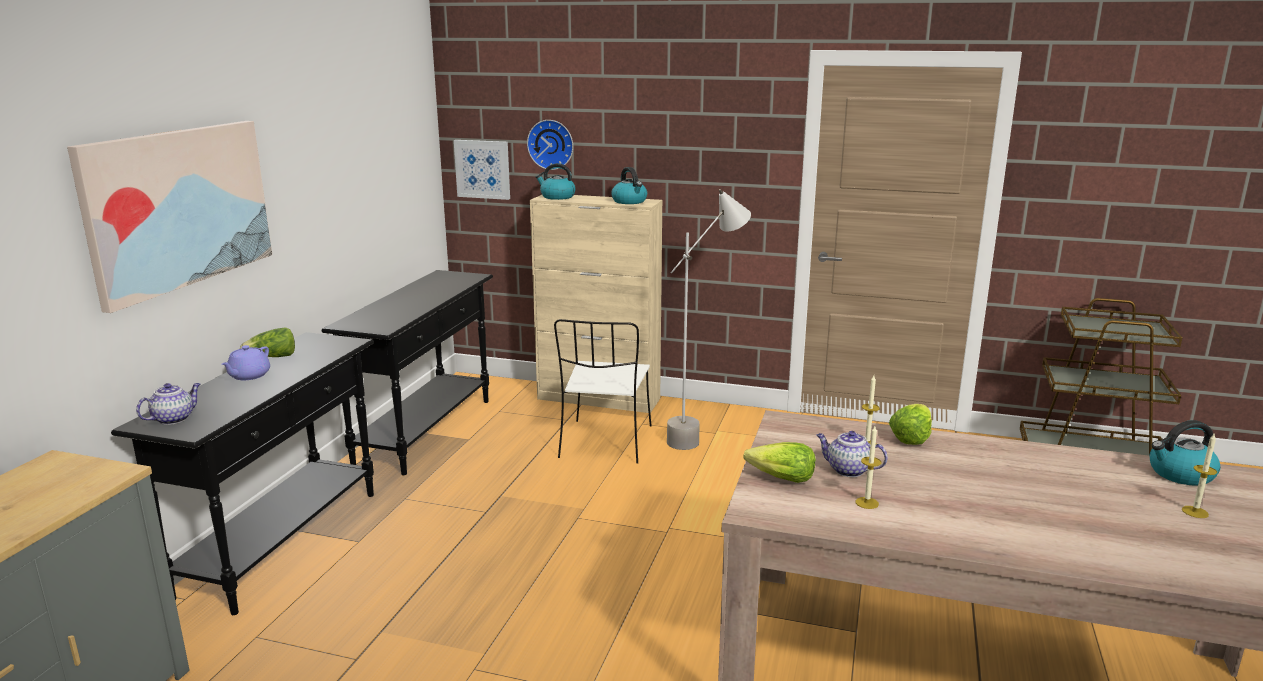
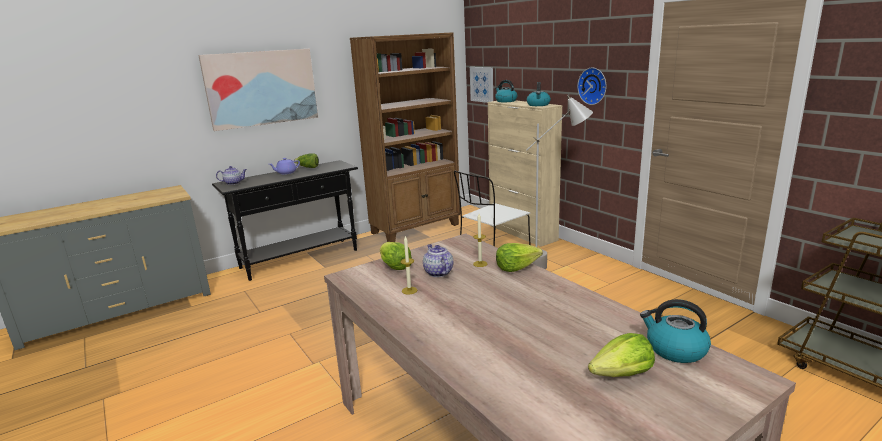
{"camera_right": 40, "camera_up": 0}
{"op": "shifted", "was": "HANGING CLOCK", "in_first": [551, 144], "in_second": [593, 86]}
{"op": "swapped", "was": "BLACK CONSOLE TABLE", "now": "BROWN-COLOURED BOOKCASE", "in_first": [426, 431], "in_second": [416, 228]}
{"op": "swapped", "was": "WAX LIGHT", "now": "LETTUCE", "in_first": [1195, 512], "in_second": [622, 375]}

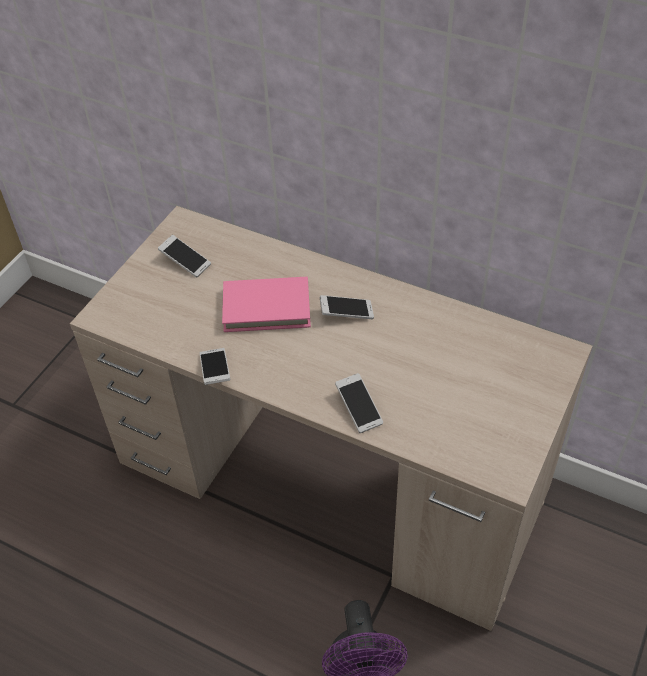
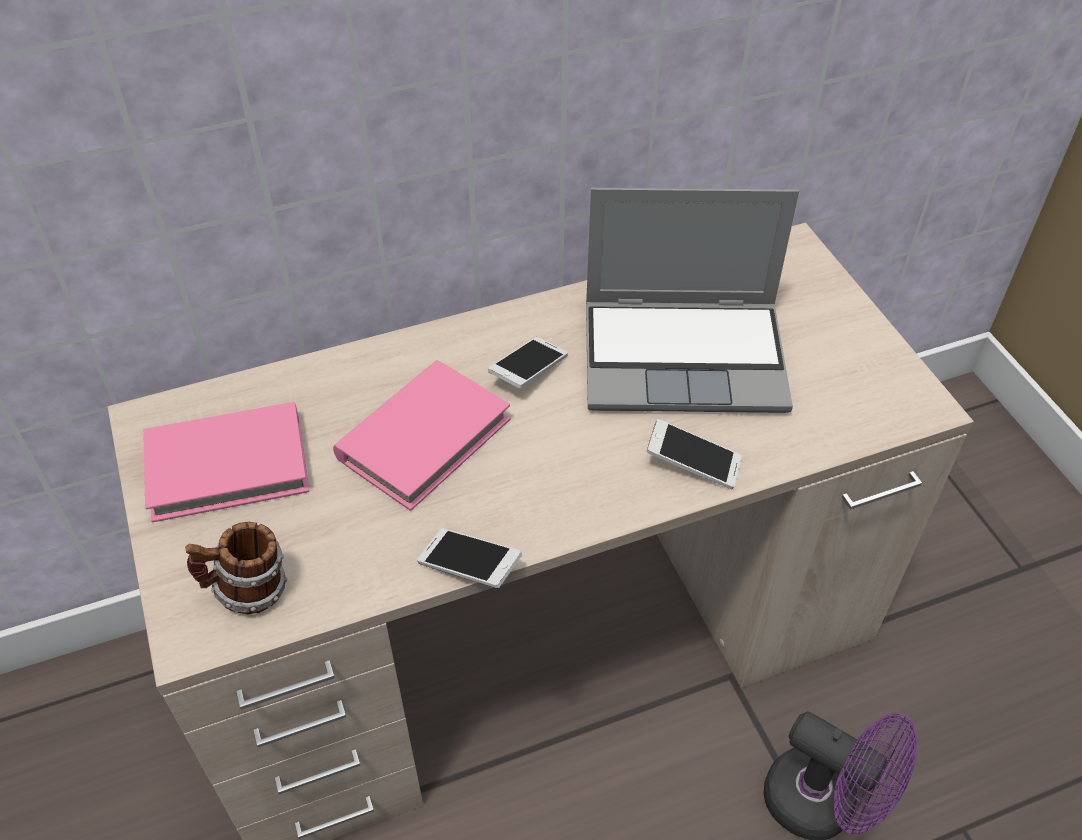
{"camera_right": -50, "camera_up": 0}
{"op": "swapped", "was": "PHONE", "now": "PINK-COLOURED VOLUME", "in_first": [185, 261], "in_second": [228, 466]}
{"op": "new", "now": "NOTEBOOK COMPUTER", "in_second": [686, 356]}
{"op": "new", "now": "TEA MUG", "in_second": [248, 591]}

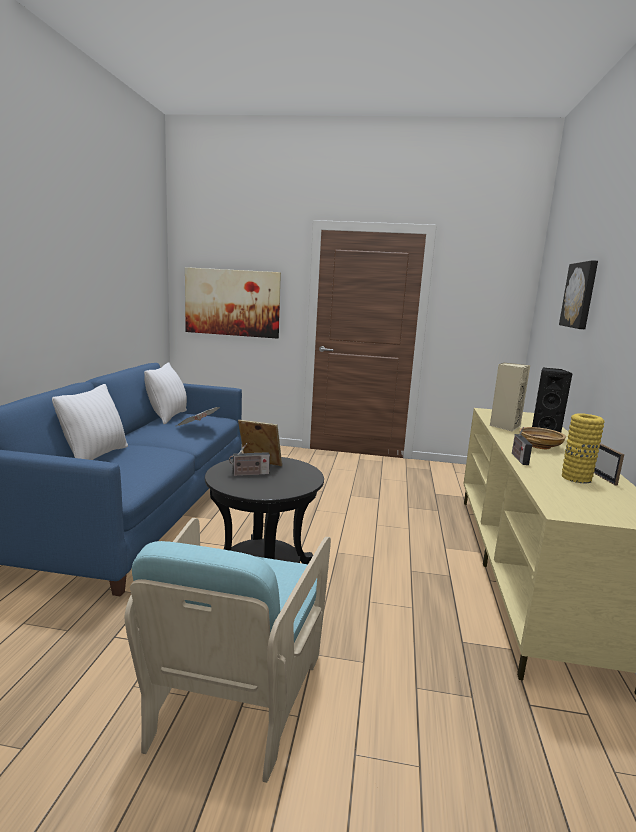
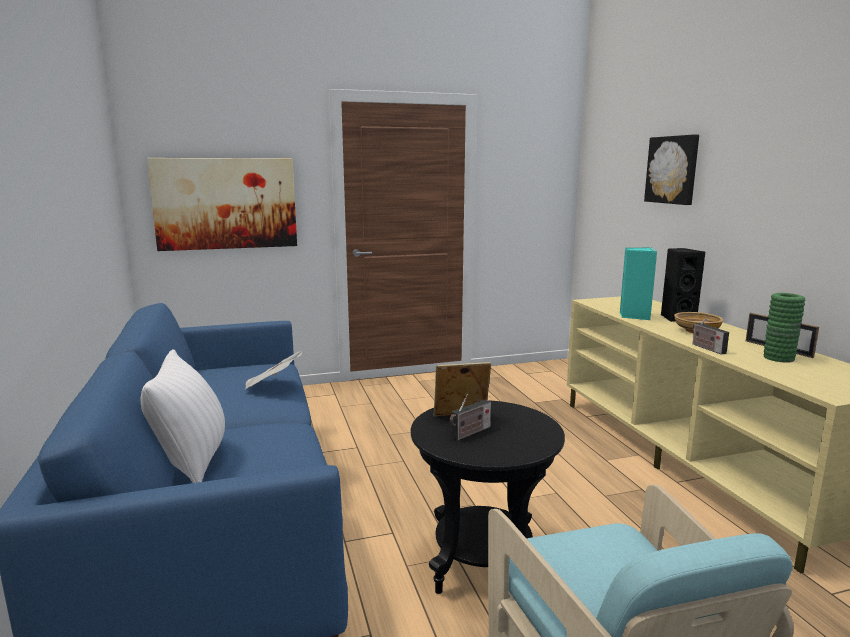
{"camera_right": -25, "camera_up": 0}
{"op": "gone", "was": "WHITE-COLOURED THROW PILLOW", "in_first": [168, 417]}
{"op": "repainted", "was": "BEIGE LOUDSPEAKER", "now": "TURQUOISE-COLOURED LOUDSPEAKER", "in_first": [504, 426], "in_second": [634, 316]}
{"op": "repainted", "was": "YELLOW-COLOURED FLOWER VASE", "now": "GREEN-COLOURED FLOWER VASE", "in_first": [576, 478], "in_second": [778, 358]}

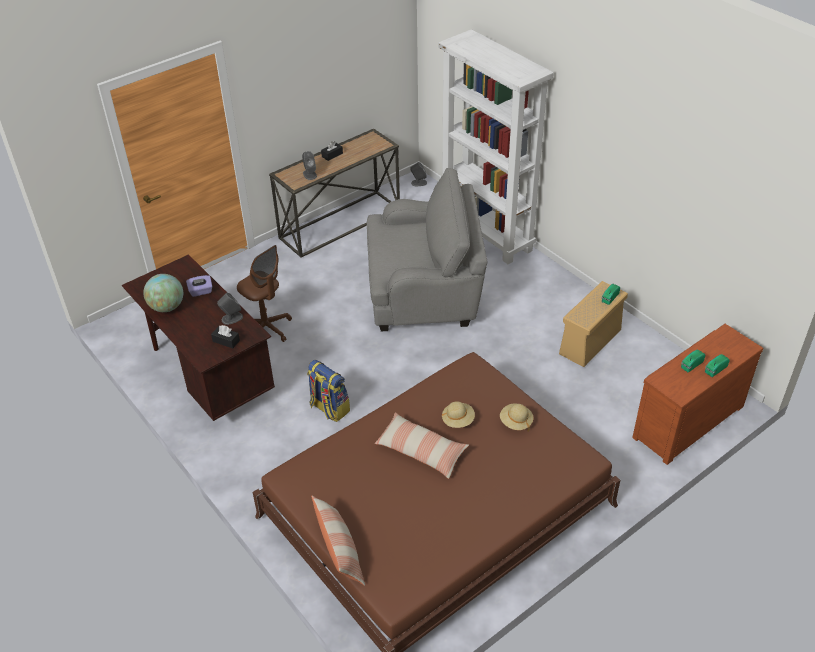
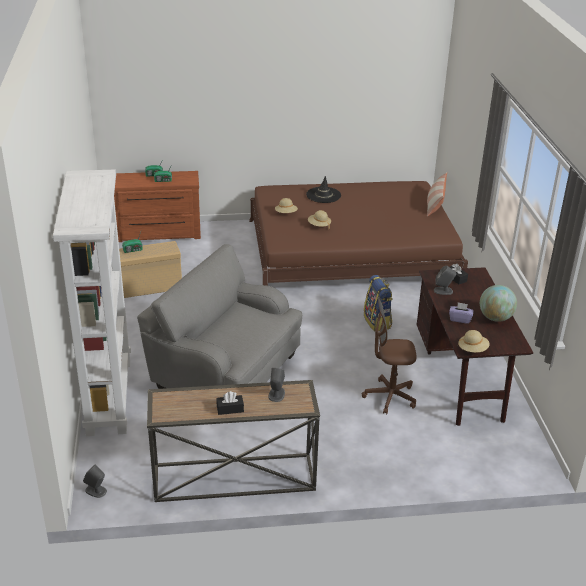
{"camera_right": -150, "camera_up": -10}
{"op": "rotated", "was": "BROWN-COLOURED COMPUTER CHAIR", "in_first": [266, 329], "in_second": [389, 397], "clockwise": -75}
{"op": "gone", "was": "THROW PILLOW", "in_first": [421, 451]}
{"op": "new", "now": "BLACK WEARABLE HAT", "in_second": [323, 195]}
{"op": "new", "now": "BEIGE WEARABLE HAT", "in_second": [472, 349]}

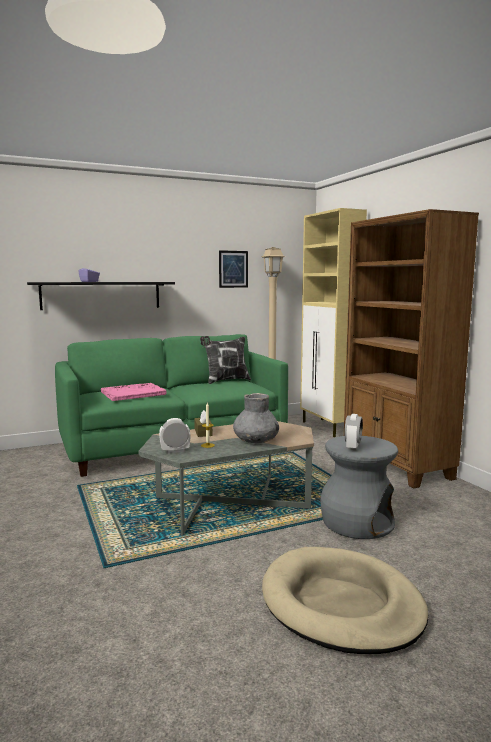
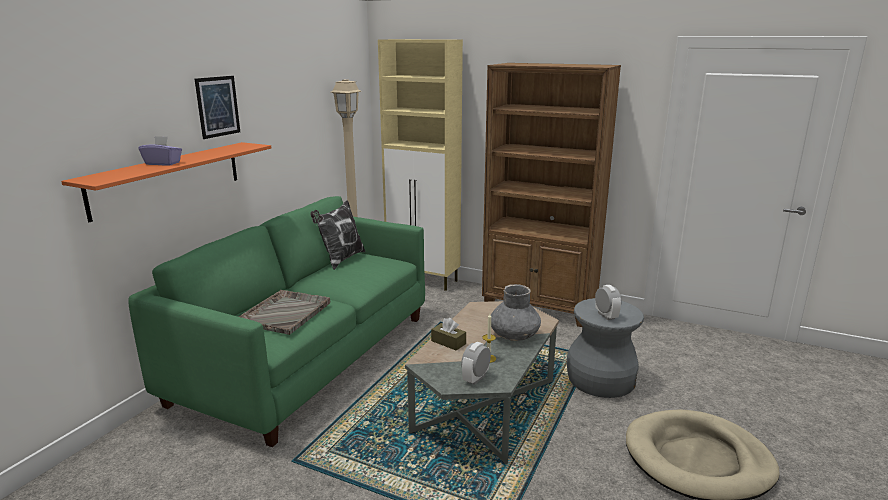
{"camera_right": -40, "camera_up": 10}
{"op": "shifted", "was": "WALL PICTURE", "in_first": [233, 269], "in_second": [218, 106]}
{"op": "repainted", "was": "BLACK WALL SHELF", "now": "ORANGEY WALL SHELF", "in_first": [101, 295], "in_second": [168, 178]}
{"op": "repainted", "was": "PINK-COLOURED CARRYING TRAY", "now": "GREY CARRYING TRAY", "in_first": [134, 393], "in_second": [286, 312]}

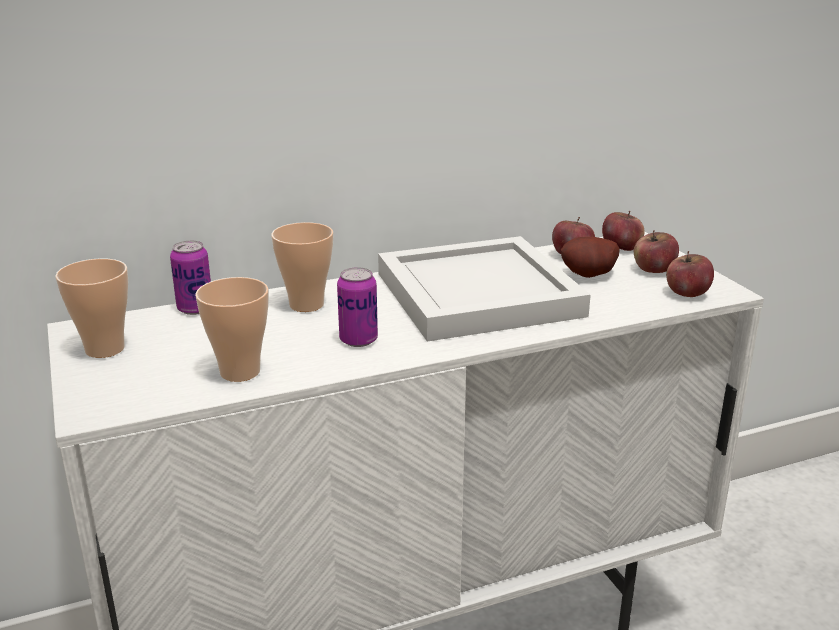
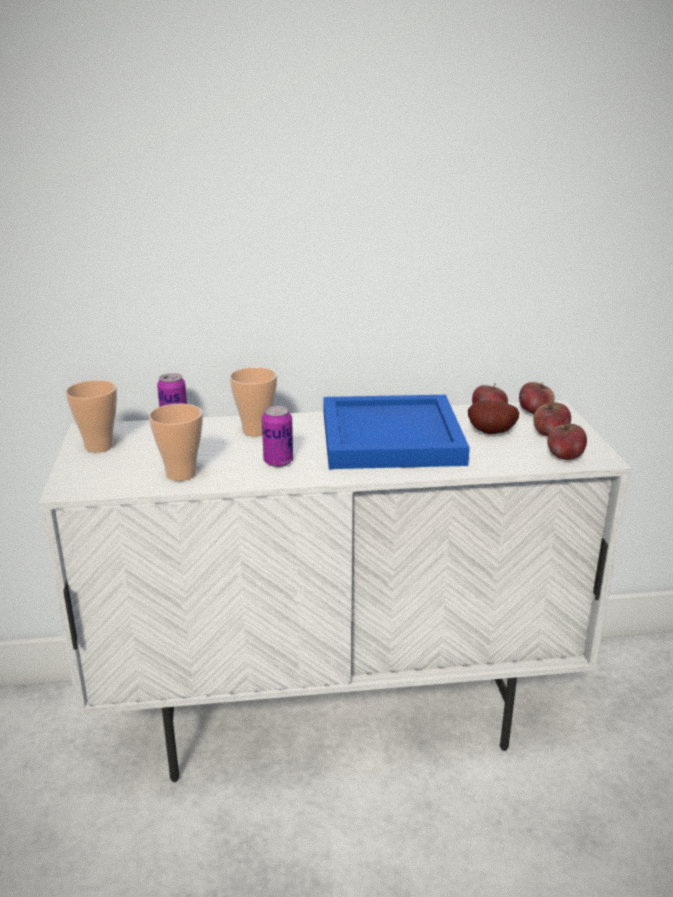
{"camera_right": 15, "camera_up": 0}
{"op": "repainted", "was": "WHITE-COLOURED CARRYING TRAY", "now": "BLUE CARRYING TRAY", "in_first": [476, 296], "in_second": [389, 438]}

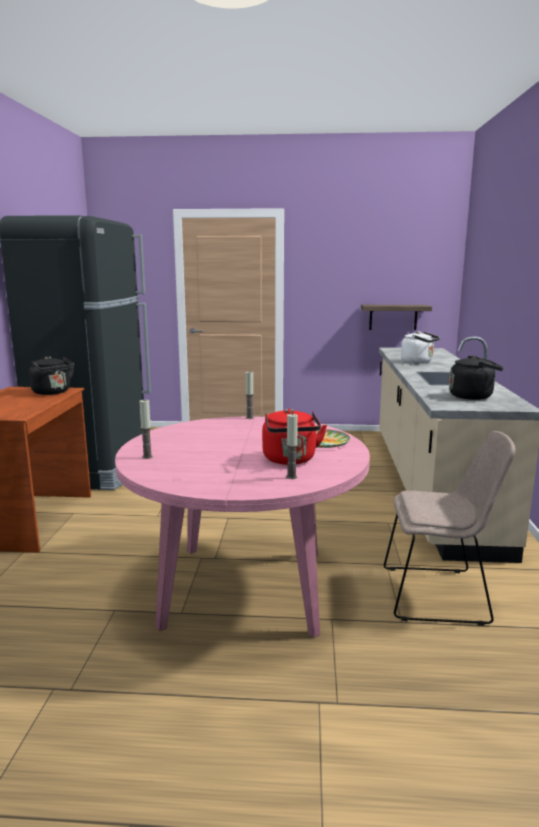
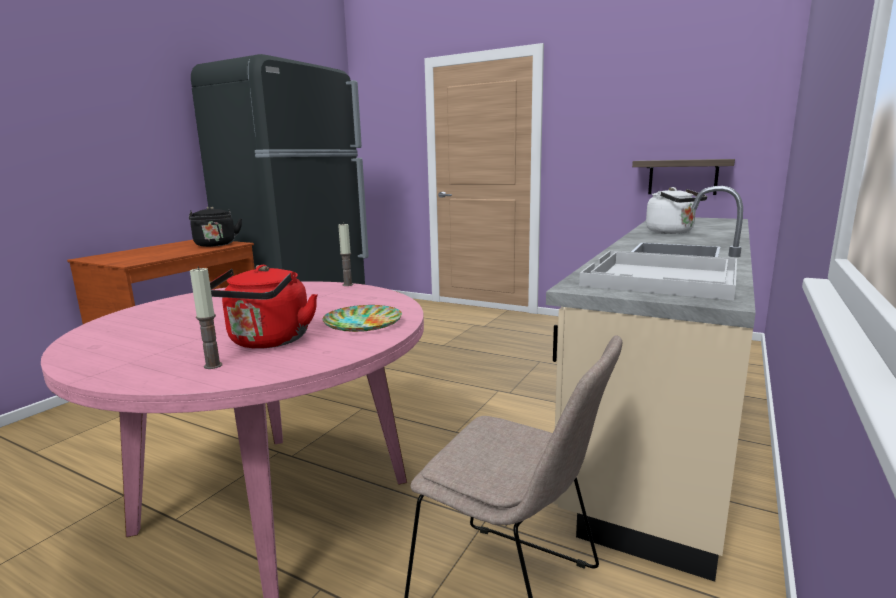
{"camera_right": 25, "camera_up": 0}
{"op": "swapped", "was": "BLACK KETTLE", "now": "WHITE-COLOURED CARRYING TRAY", "in_first": [473, 396], "in_second": [662, 278]}
{"op": "gone", "was": "WAX LIGHT", "in_first": [147, 457]}

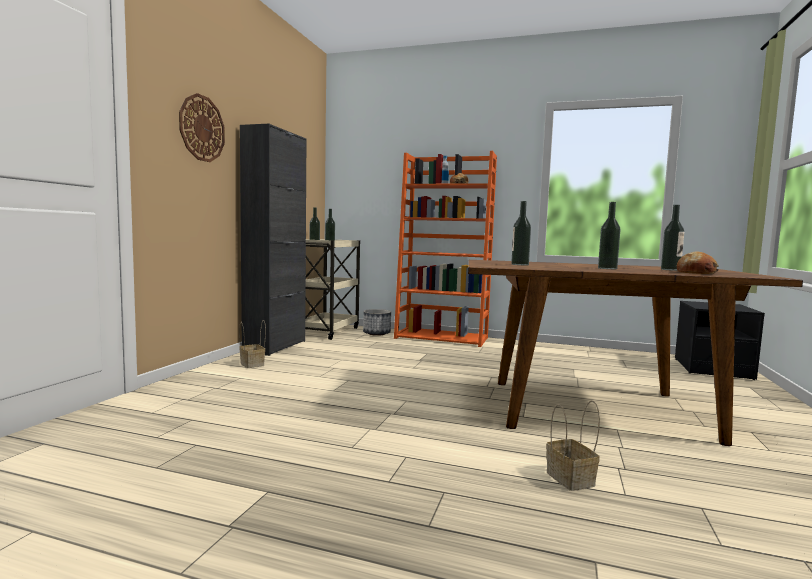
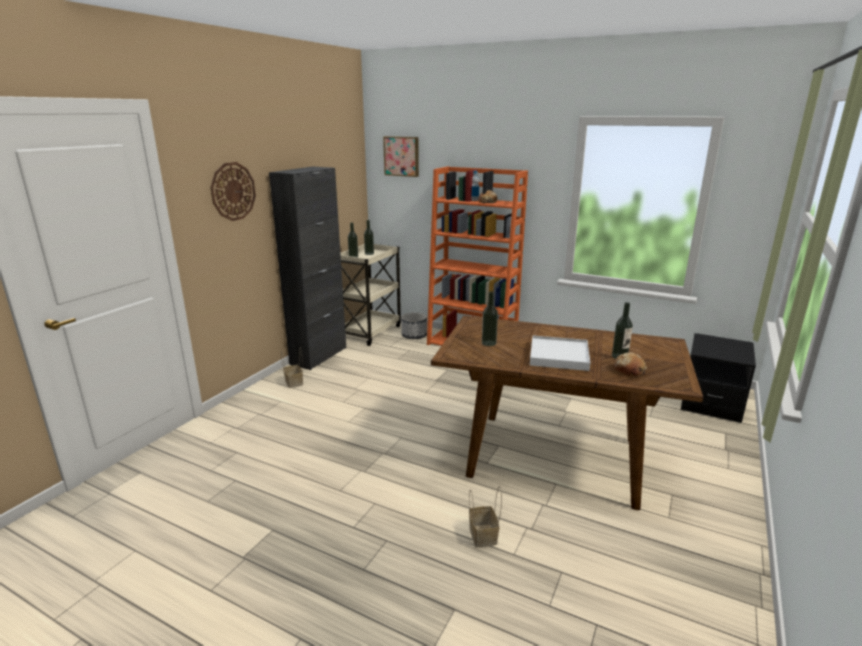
{"camera_right": 10, "camera_up": 15}
{"op": "swapped", "was": "DRINK BOTTLE", "now": "WHITE-COLOURED CARRYING TRAY", "in_first": [607, 268], "in_second": [558, 356]}
{"op": "new", "now": "WALL PICTURE", "in_second": [402, 156]}

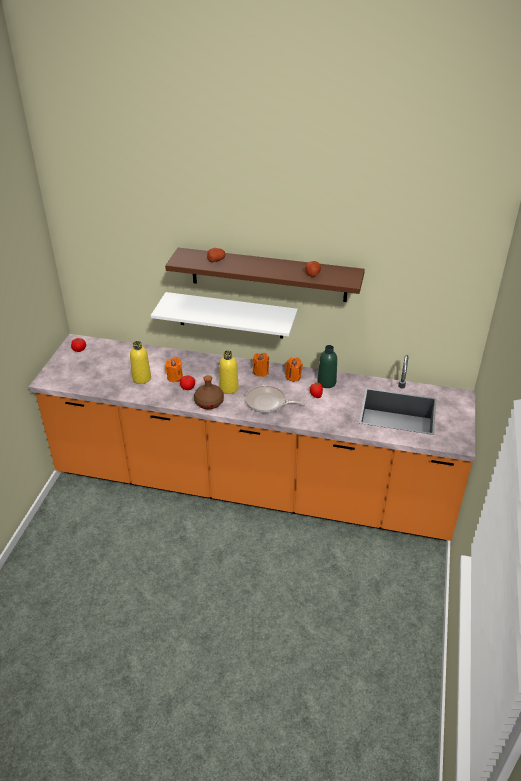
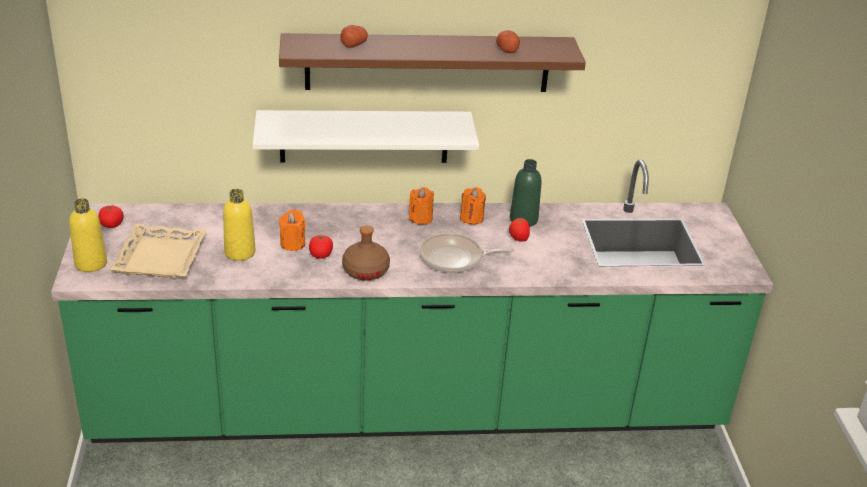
{"camera_right": -20, "camera_up": -5}
{"op": "repainted", "was": "ORANGEY KITCHEN BASE UNIT", "now": "GREEN-COLOURED KITCHEN BASE UNIT", "in_first": [260, 488], "in_second": [423, 408]}
{"op": "shifted", "was": "YELLOW-COLOURED DRINK BOTTLE", "in_first": [229, 388], "in_second": [91, 263]}
{"op": "new", "now": "BEIGE CARRYING TRAY", "in_second": [159, 258]}

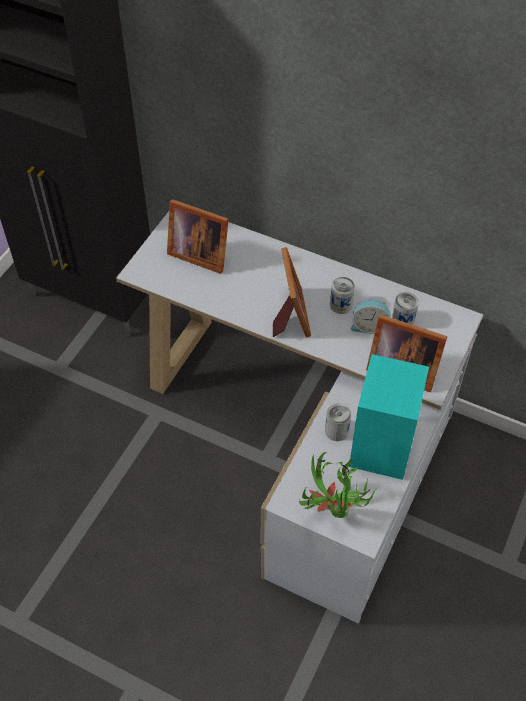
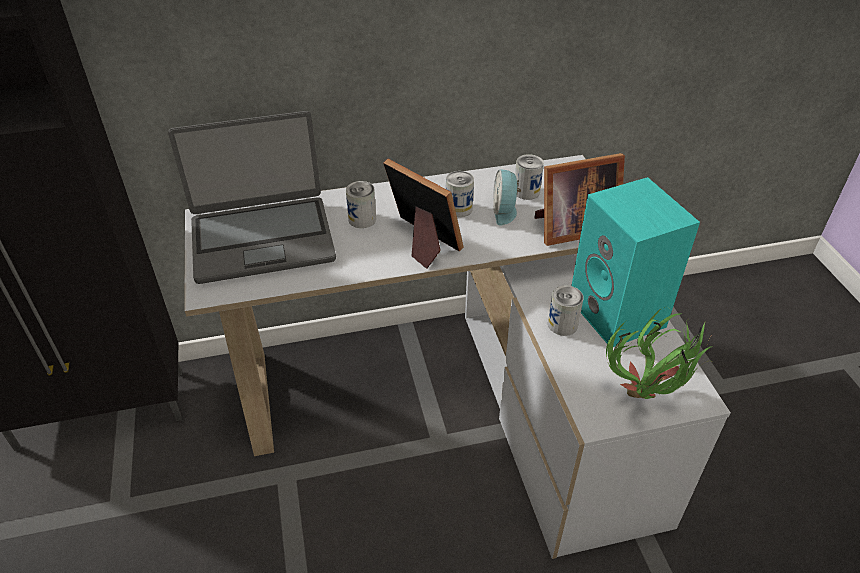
{"camera_right": -40, "camera_up": -10}
{"op": "swapped", "was": "PICTURE FRAME", "now": "NOTEBOOK COMPUTER", "in_first": [198, 253], "in_second": [262, 239]}
{"op": "rotated", "was": "ALARM CLOCK", "in_first": [370, 326], "in_second": [505, 211], "clockwise": 120}
{"op": "new", "now": "CAN", "in_second": [362, 219]}

